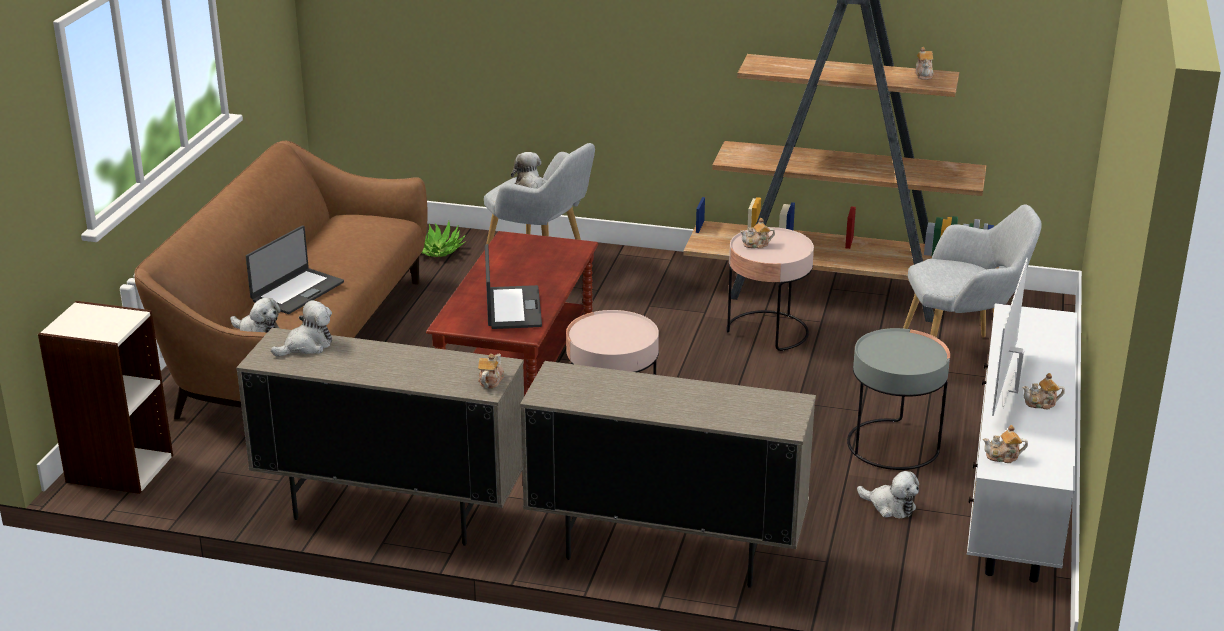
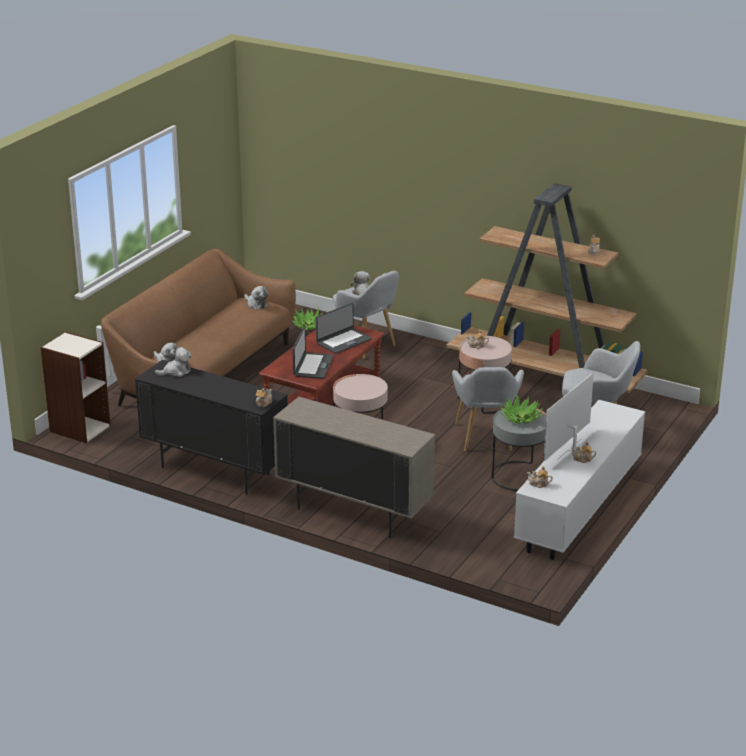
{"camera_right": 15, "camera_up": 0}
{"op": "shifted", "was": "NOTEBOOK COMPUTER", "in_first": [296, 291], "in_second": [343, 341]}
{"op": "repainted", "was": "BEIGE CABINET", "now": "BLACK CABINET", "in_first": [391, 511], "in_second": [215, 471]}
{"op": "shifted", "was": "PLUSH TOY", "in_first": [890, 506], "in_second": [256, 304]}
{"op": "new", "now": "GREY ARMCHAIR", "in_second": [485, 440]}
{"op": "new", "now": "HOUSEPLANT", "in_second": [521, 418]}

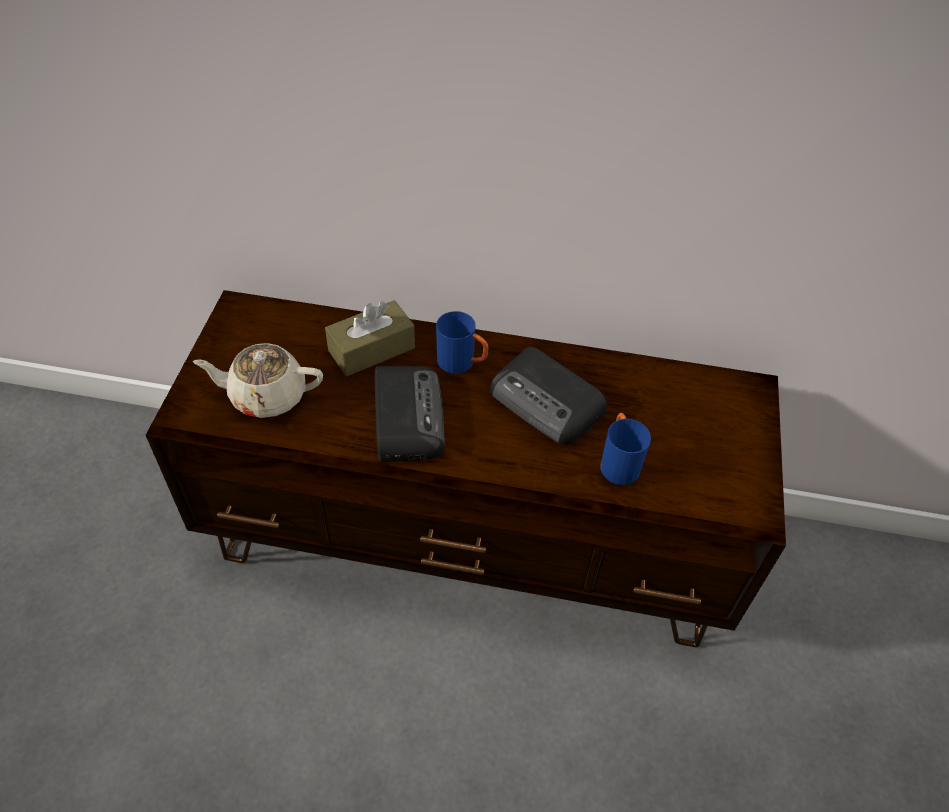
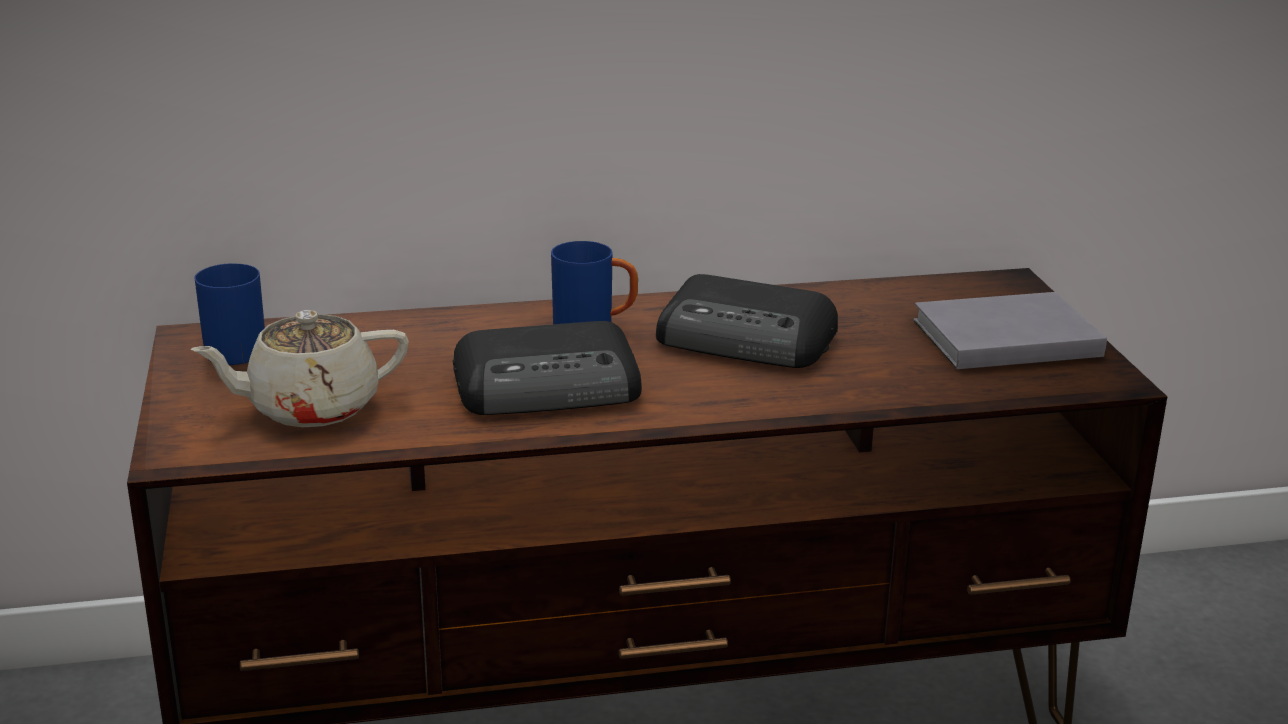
{"camera_right": -20, "camera_up": -25}
{"op": "gone", "was": "BROWN-COLOURED TISSUE HOLDER", "in_first": [371, 349]}
{"op": "rotated", "was": "RADIO RECEIVER", "in_first": [406, 416], "in_second": [551, 387], "clockwise": 105}
{"op": "shifted", "was": "BLUE TEA MUG", "in_first": [618, 462], "in_second": [232, 348]}
{"op": "new", "now": "GREY VOLUME", "in_second": [1001, 337]}

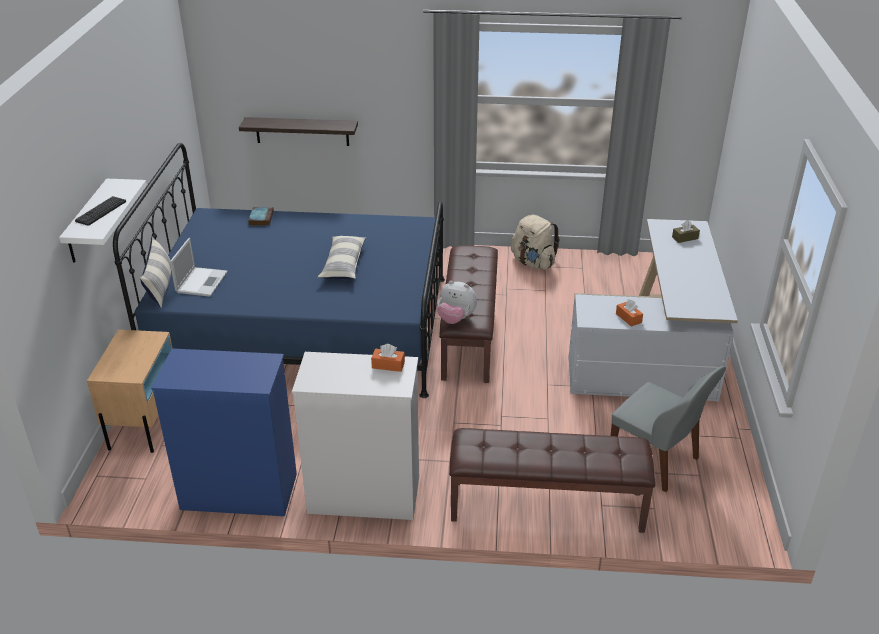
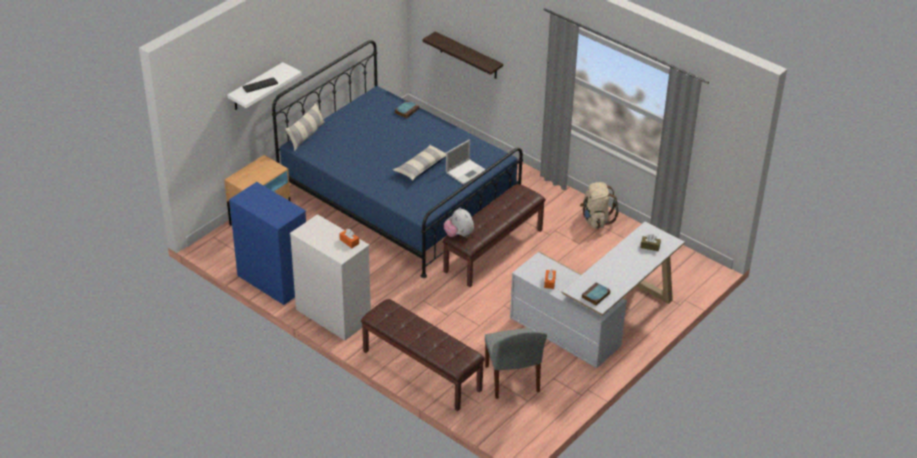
{"camera_right": 35, "camera_up": 5}
{"op": "shifted", "was": "NOTEBOOK COMPUTER", "in_first": [202, 281], "in_second": [466, 171]}
{"op": "new", "now": "VOLUME", "in_second": [595, 296]}

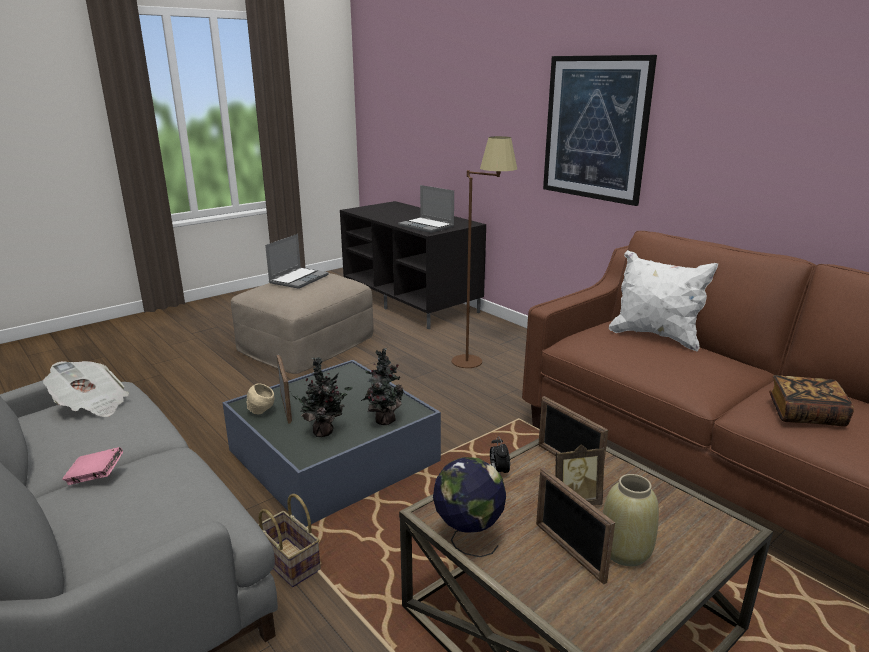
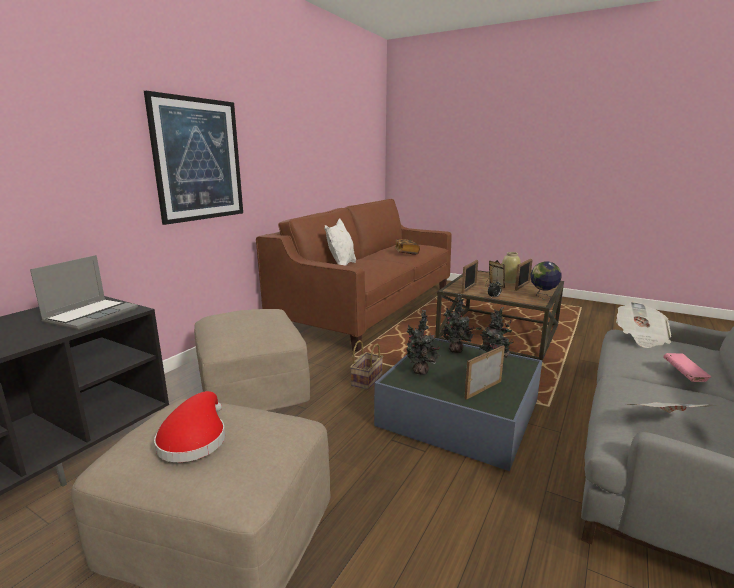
{"camera_right": -110, "camera_up": -5}
{"op": "swapped", "was": "BROWN-COLOURED STANDING LAMP", "now": "BEIGE POUFFE", "in_first": [479, 359], "in_second": [252, 383]}
{"op": "swapped", "was": "NOTEBOOK COMPUTER", "now": "RED-COLOURED WEARABLE HAT", "in_first": [298, 279], "in_second": [194, 439]}
{"op": "gone", "was": "BEIGE DEEP DISH", "in_first": [261, 412]}
{"op": "shifted", "was": "BASKET", "in_first": [291, 562], "in_second": [366, 379]}
{"op": "new", "now": "DAILY PAPER", "in_second": [640, 338]}
{"op": "new", "now": "HOUSEPLANT", "in_second": [420, 372]}

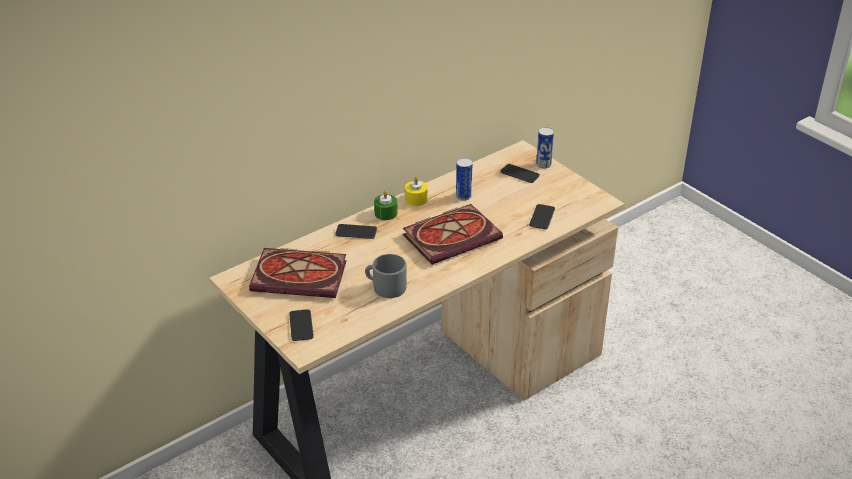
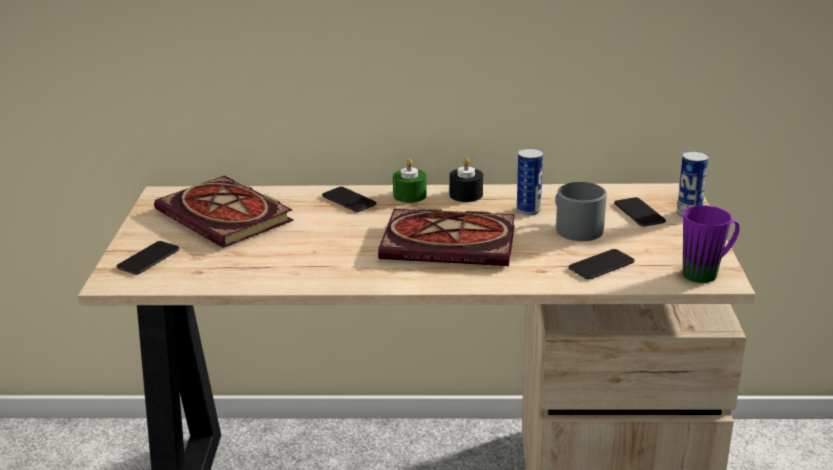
{"camera_right": 40, "camera_up": -10}
{"op": "repainted", "was": "YELLOW-COLOURED WAX LIGHT", "now": "BLACK WAX LIGHT", "in_first": [416, 199], "in_second": [466, 194]}
{"op": "shifted", "was": "GREY TEA MUG", "in_first": [385, 286], "in_second": [575, 228]}
{"op": "new", "now": "PURPLISH TEA MUG", "in_second": [707, 272]}

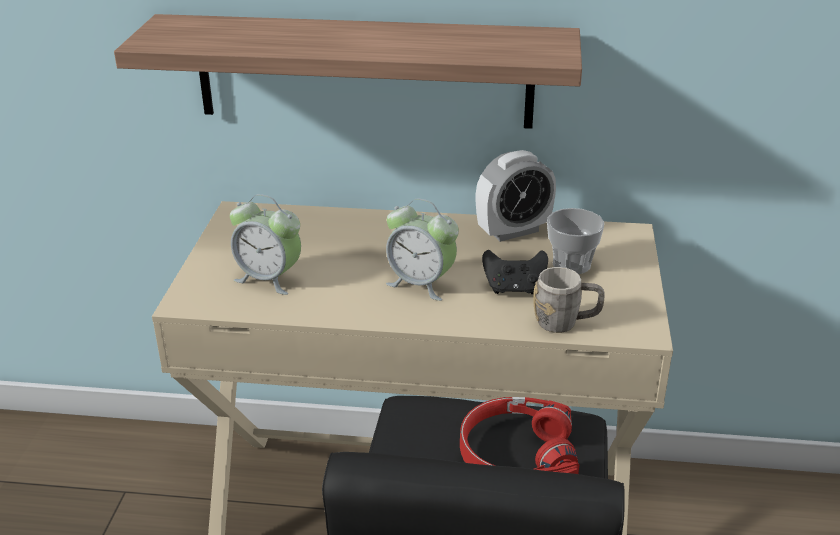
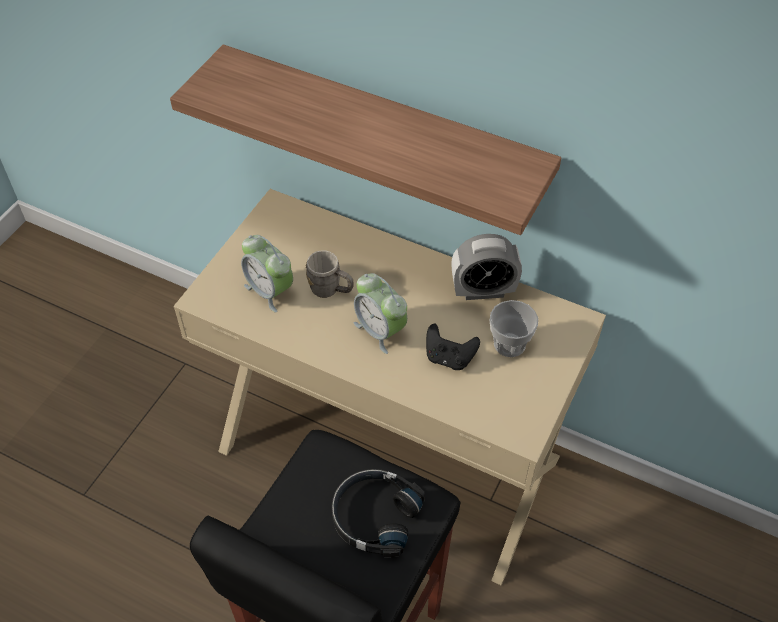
{"camera_right": 20, "camera_up": 20}
{"op": "shifted", "was": "GREY TEA MUG", "in_first": [566, 323], "in_second": [330, 290]}
{"op": "repainted", "was": "RED-COLOURED PAIR OF HEADPHONES", "now": "BLACK PAIR OF HEADPHONES", "in_first": [516, 455], "in_second": [374, 516]}

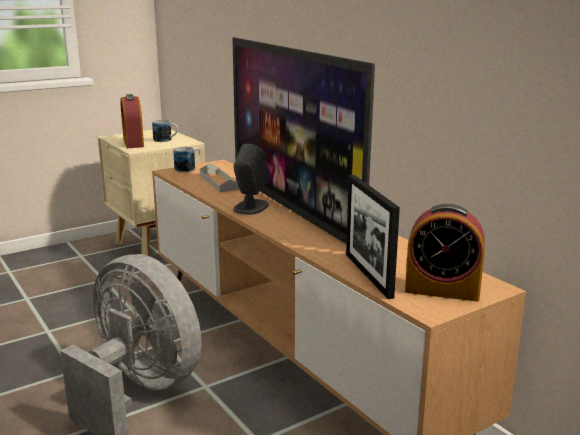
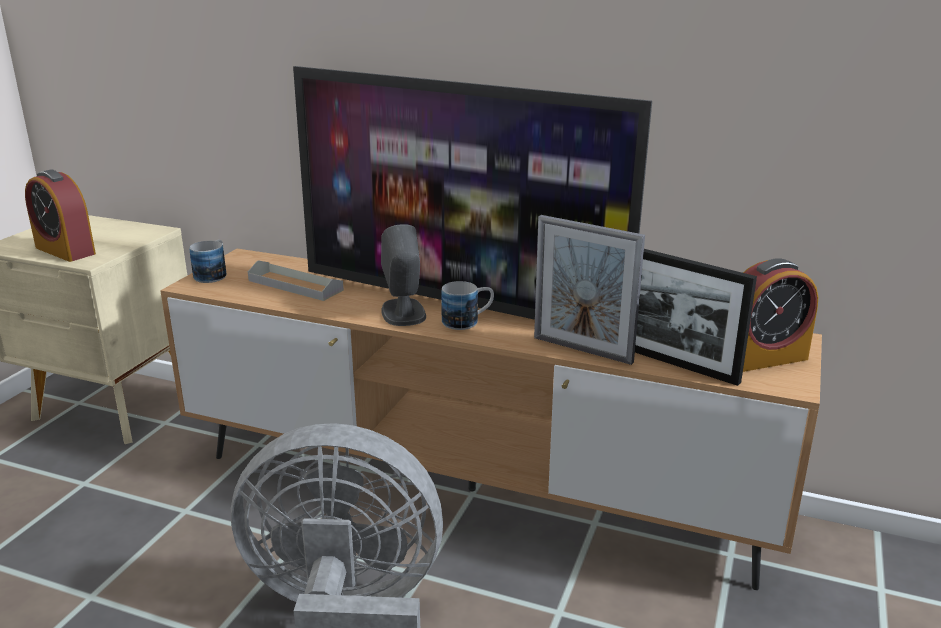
{"camera_right": -35, "camera_up": 5}
{"op": "shifted", "was": "TEA MUG", "in_first": [166, 140], "in_second": [468, 321]}
{"op": "new", "now": "PICTURE FRAME", "in_second": [582, 350]}

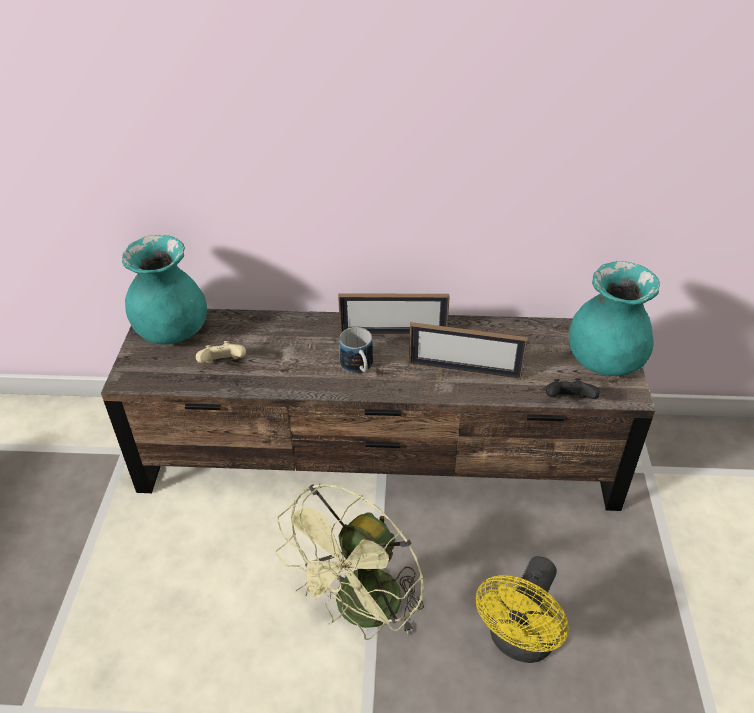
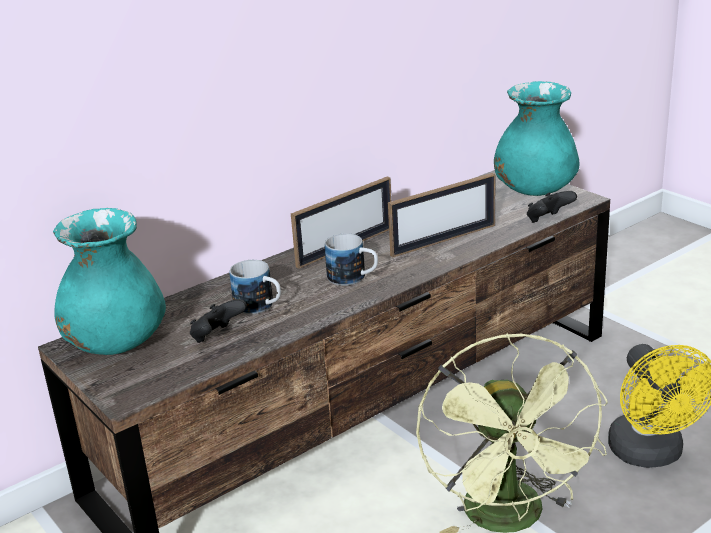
{"camera_right": -40, "camera_up": -15}
{"op": "repainted", "was": "BEIGE GAME CONTROLLER", "now": "BLACK GAME CONTROLLER", "in_first": [223, 364], "in_second": [217, 337]}
{"op": "new", "now": "TEA MUG", "in_second": [260, 307]}

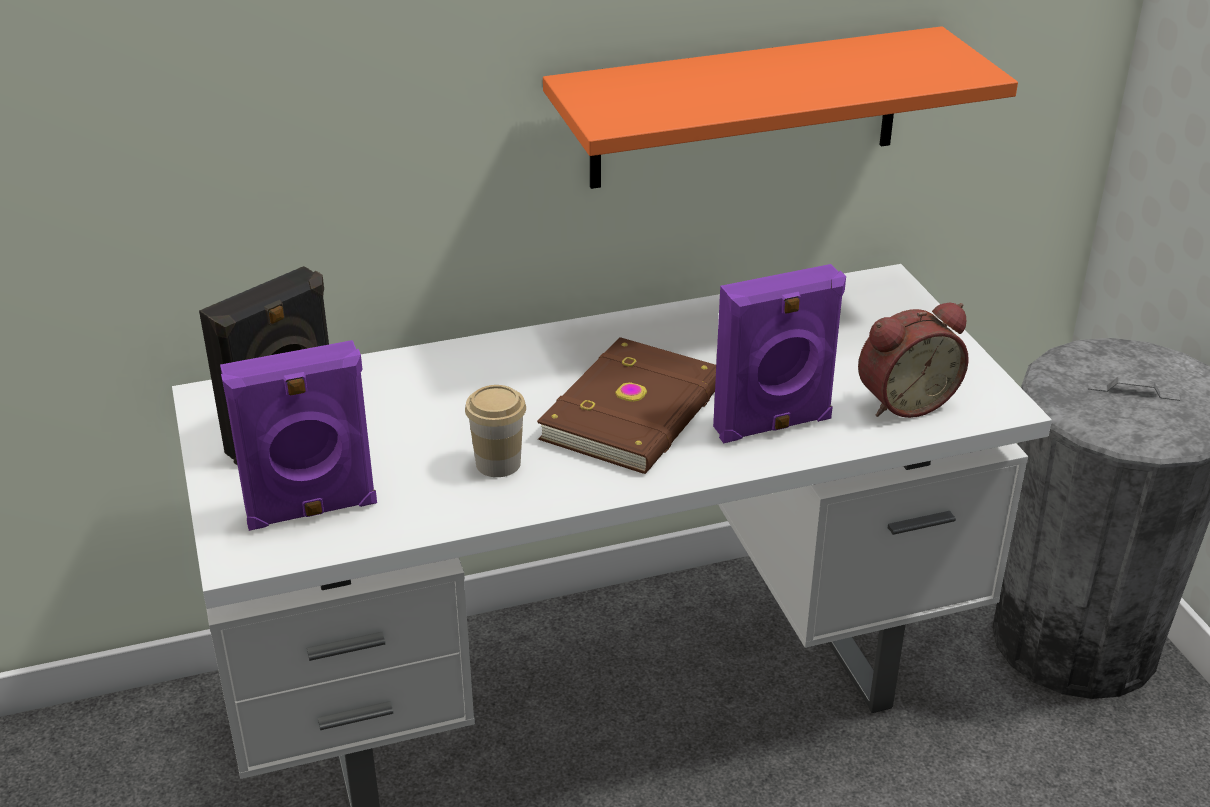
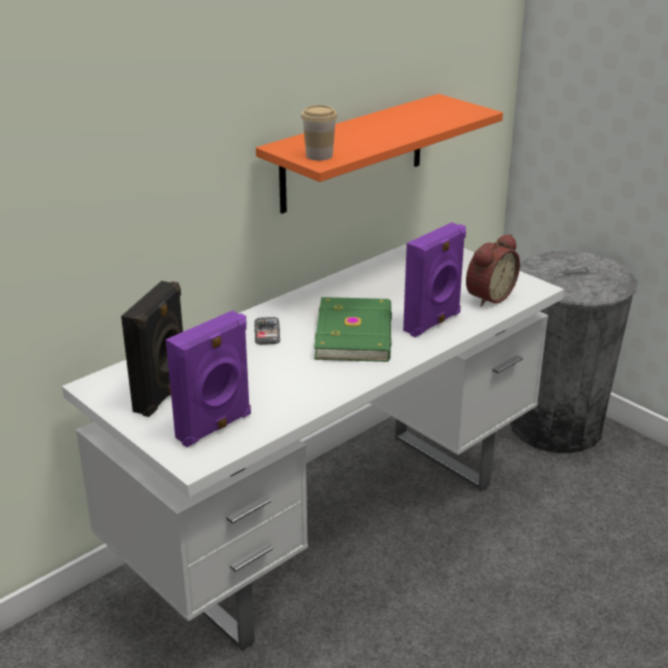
{"camera_right": -25, "camera_up": -5}
{"op": "repainted", "was": "BROWN-COLOURED VOLUME", "now": "GREEN-COLOURED VOLUME", "in_first": [637, 412], "in_second": [356, 334]}
{"op": "shifted", "was": "SMALL CUP", "in_first": [498, 463], "in_second": [319, 155]}
{"op": "new", "now": "PHONE", "in_second": [267, 332]}

